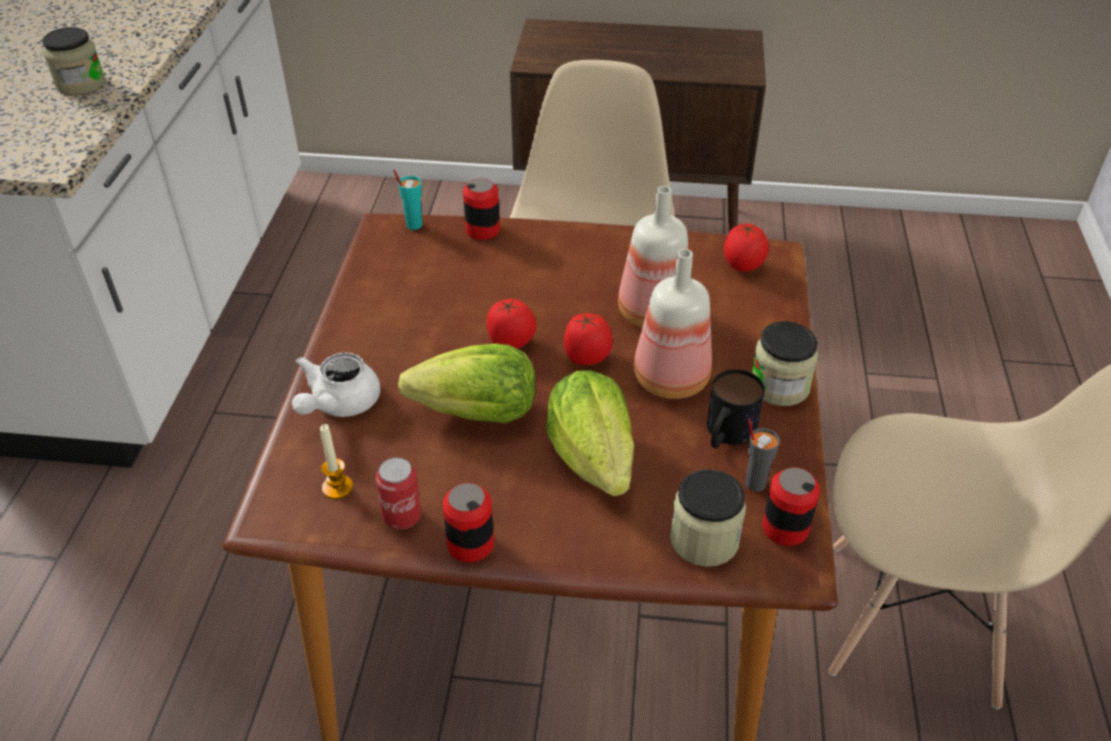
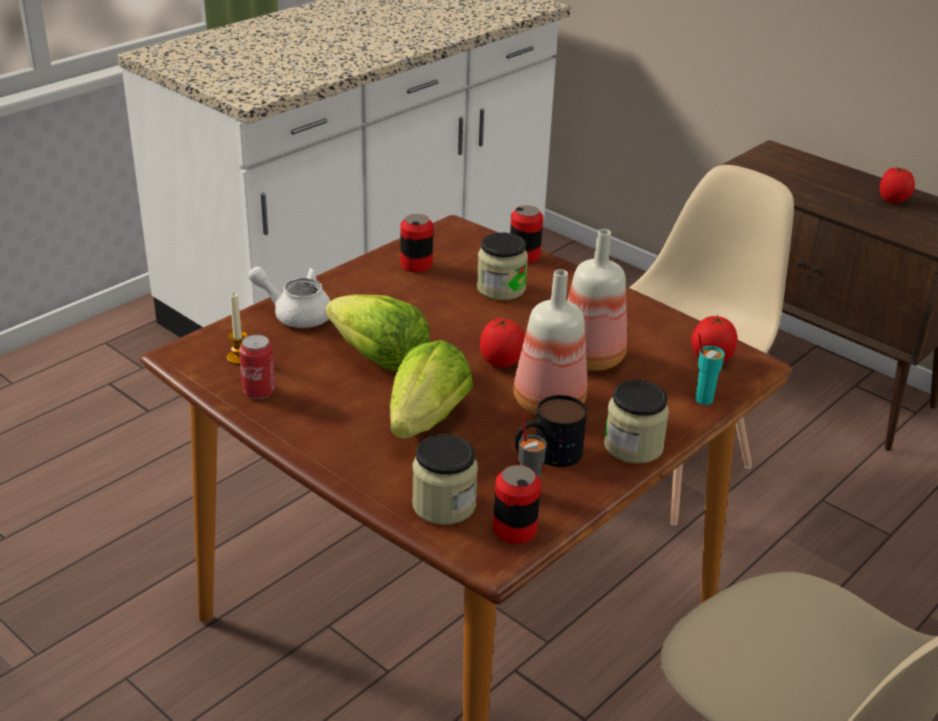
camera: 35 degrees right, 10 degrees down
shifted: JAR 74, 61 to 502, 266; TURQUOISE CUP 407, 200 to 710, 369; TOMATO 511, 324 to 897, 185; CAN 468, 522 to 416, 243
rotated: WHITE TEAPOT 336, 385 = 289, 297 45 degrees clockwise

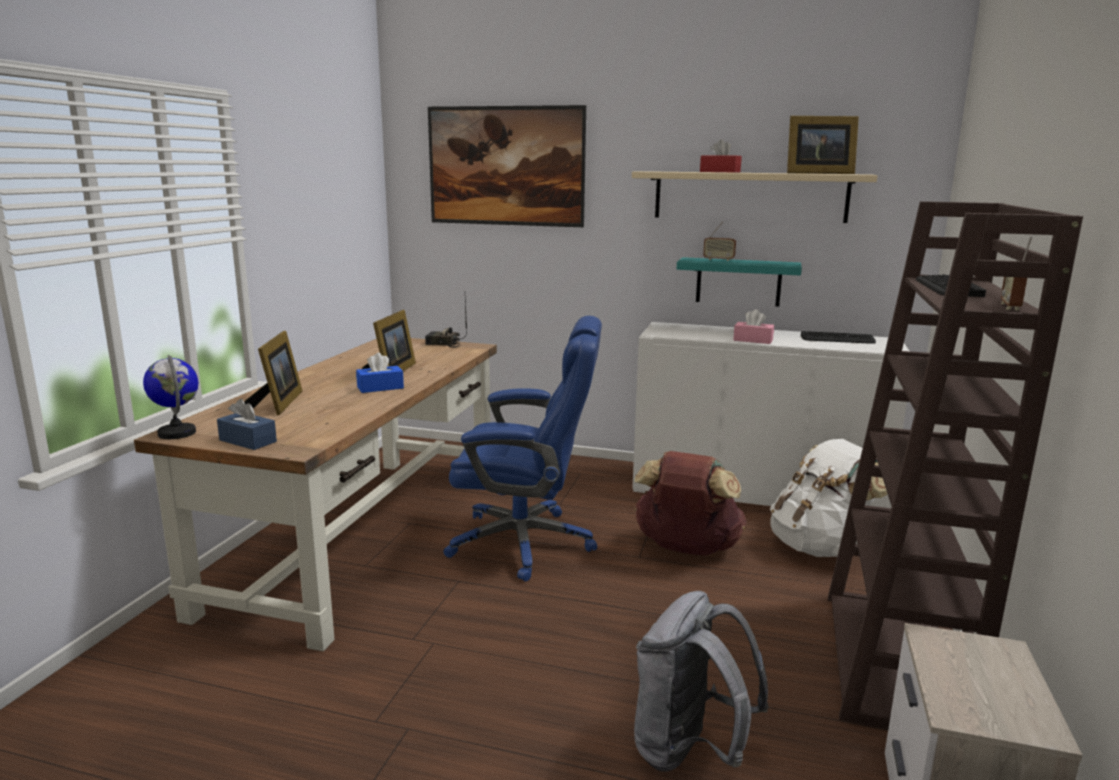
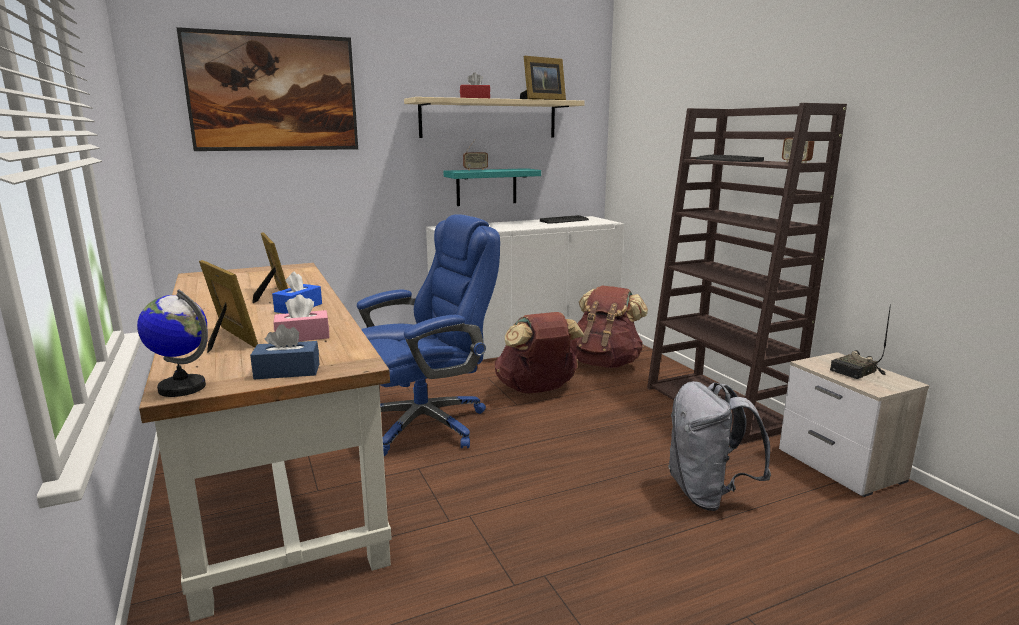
camera: 40 degrees left, 0 degrees up
shifted: RADIO 446, 323 to 860, 341; PINK TISSUE BOX 753, 326 to 302, 318
repainted: WHITE BACKPACK 828, 498 to BROWN BACKPACK 609, 327

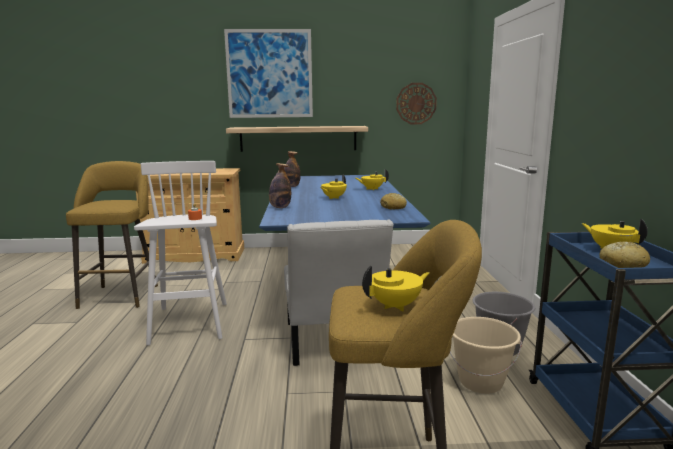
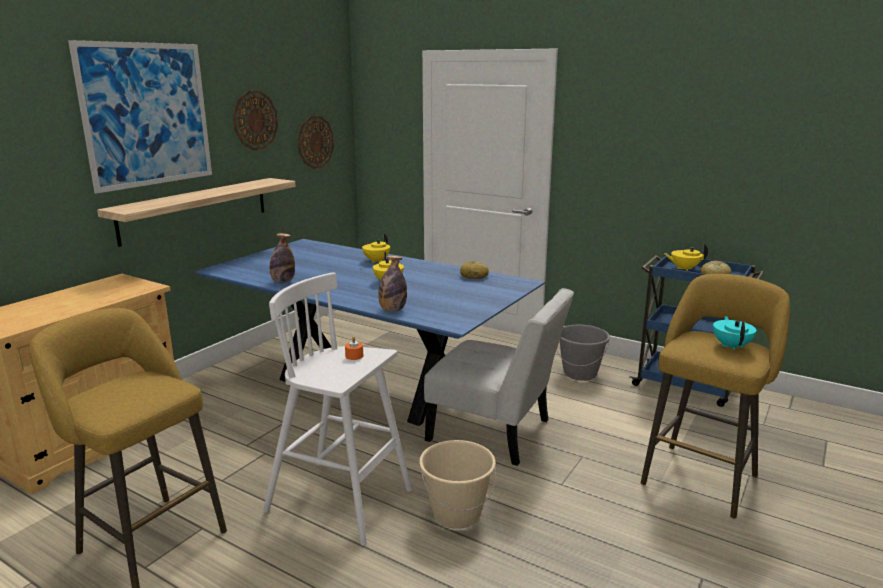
camera: 55 degrees left, 5 degrees up
new: WALL CLOCK 255, 120
shifted: BEIGE BUCKET 486, 355 to 457, 484
repainted: YELLOW TEAPOT 395, 288 to TURQUOISE TEAPOT 734, 333

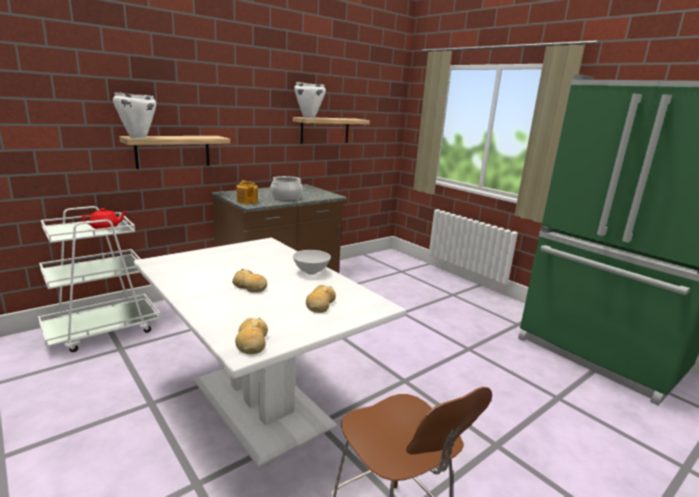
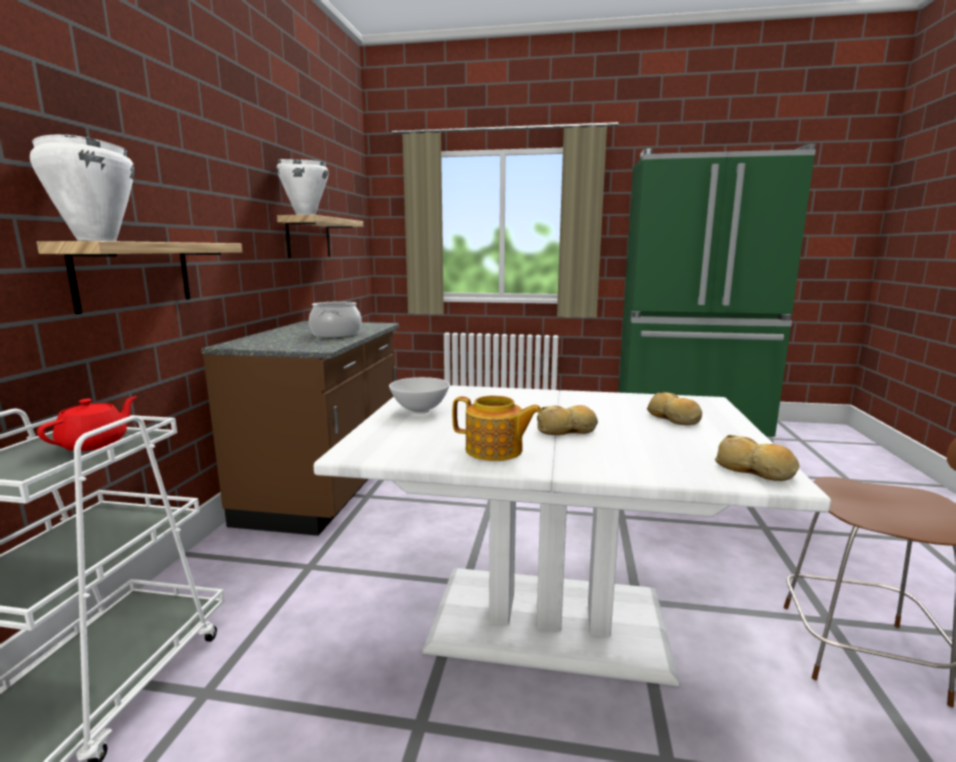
camera: 40 degrees left, 5 degrees down
shifted: TEAPOT 247, 192 to 497, 428; WHITE BOWL 312, 262 to 419, 395

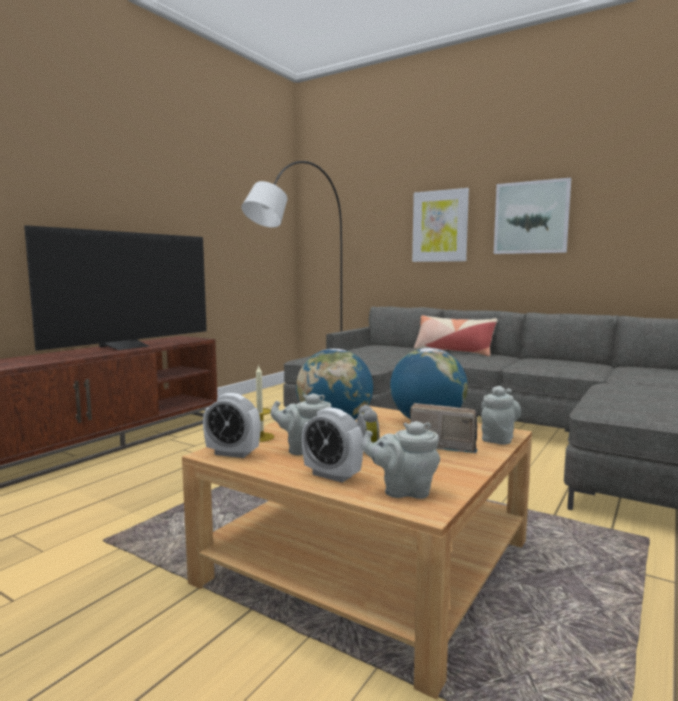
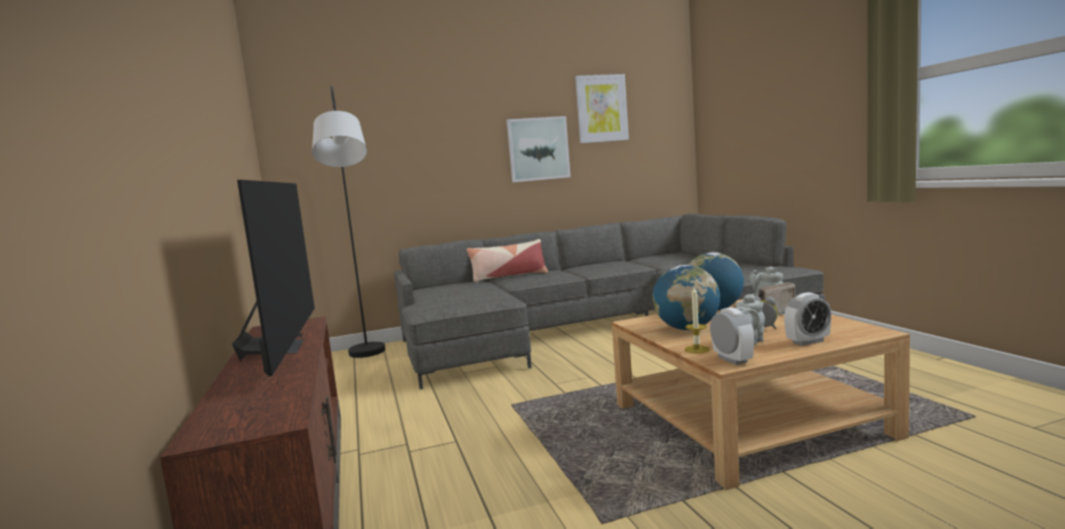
camera: 50 degrees left, 0 degrees up
gone: GREY TEAPOT 400, 460
shifted: PICTURE 440, 225 to 602, 108
rotated: ALARM CLOCK 232, 425 = 732, 336 75 degrees counterclockwise

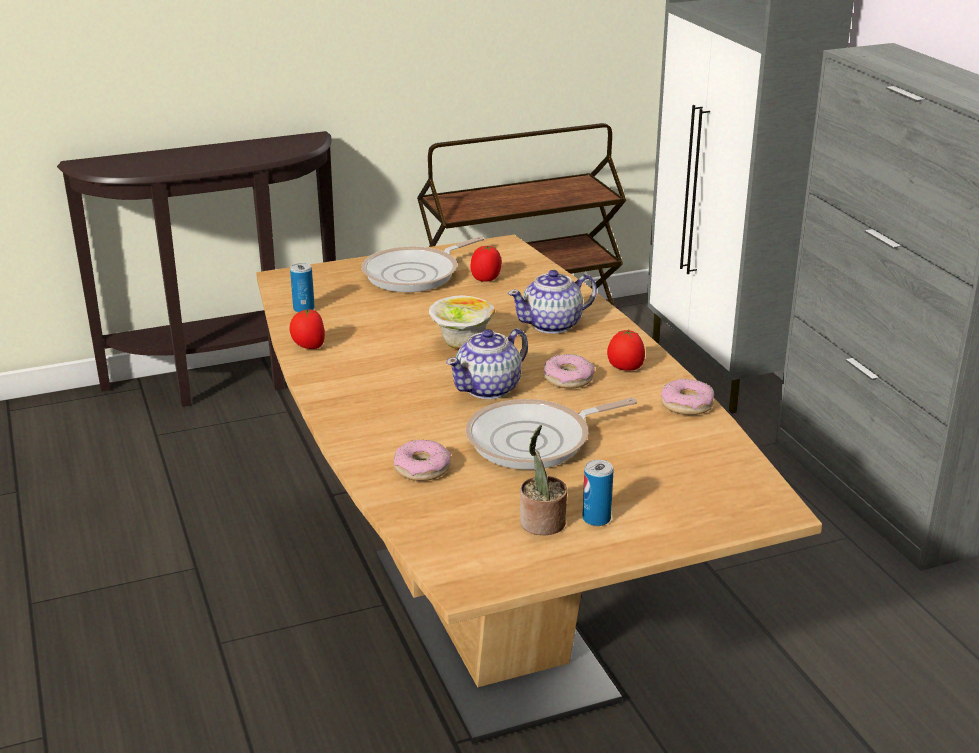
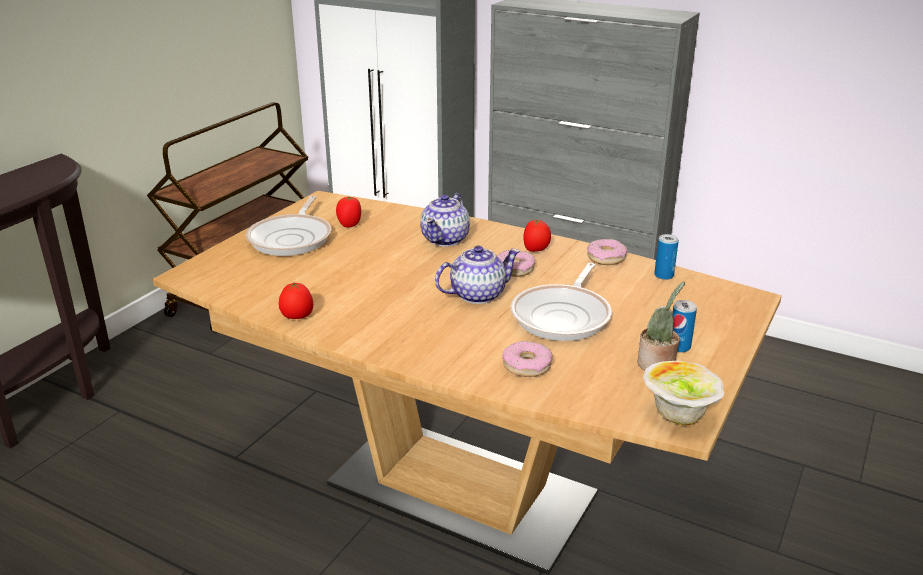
camera: 40 degrees left, 0 degrees up
shifted: CAN 302, 287 to 666, 257; BOWL 462, 322 to 683, 393
rotated: TEAPOT 487, 363 = 477, 274 120 degrees counterclockwise

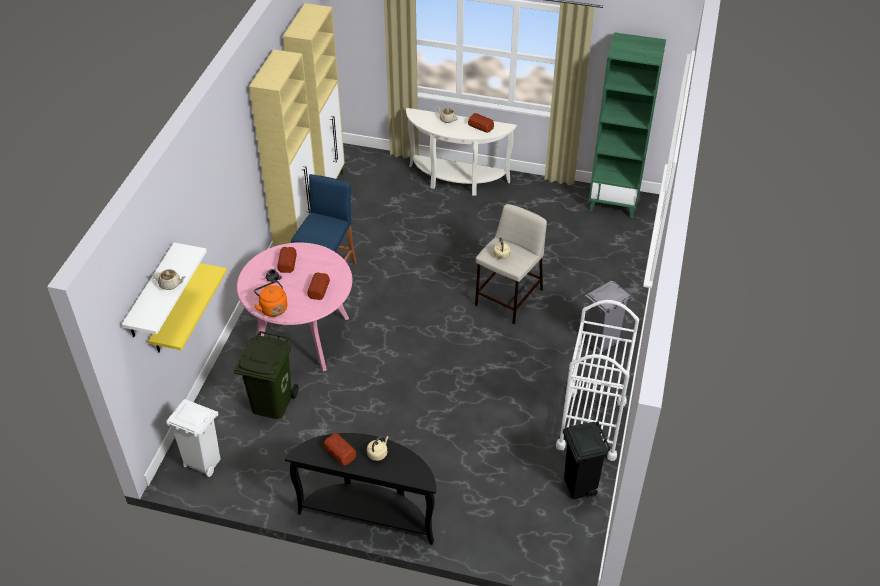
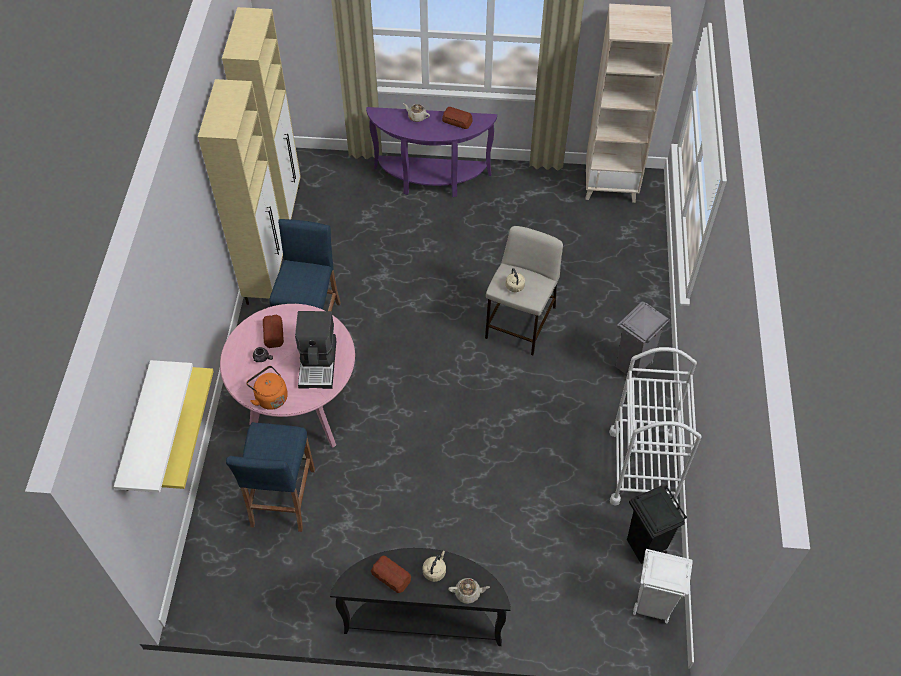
camera: 10 degrees left, 10 degrees up
shifted: BEIGE TEAPOT 169, 279 to 469, 591; WHITE TRASH CAN 193, 438 to 663, 586
swapped: BREAD 318, 286 to COFFEE MACHINE 315, 350; GREEN TRASH CAN 266, 375 to BLUE STOOL 270, 477
repainted: GREEN BOOKCASE 627, 125 to BEIGE BOOKCASE 629, 103; WHITE CONSOLE TABLE 461, 152 to PURPLE CONSOLE TABLE 431, 152

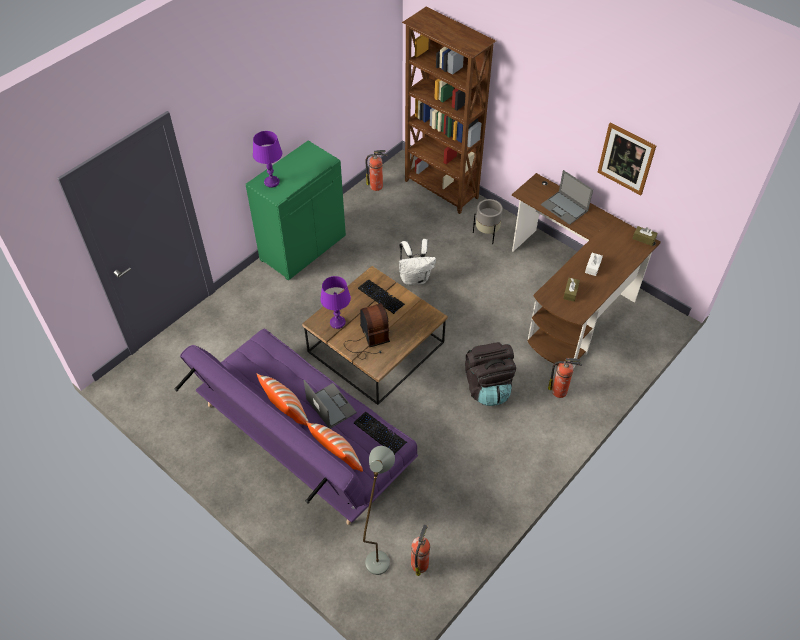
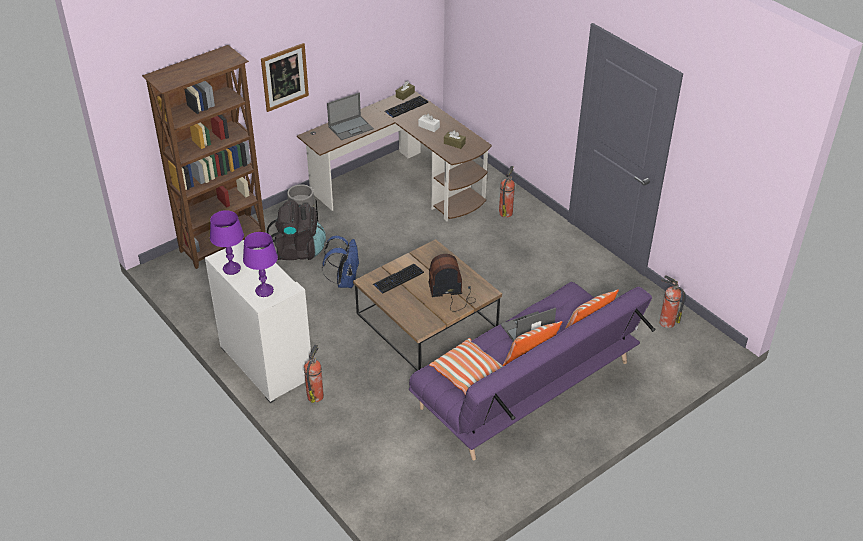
camera: 80 degrees left, 10 degrees down
gone: GREY FLOOR LAMP 379, 510
new: PILLOW 466, 366
shifted: PICTURE 627, 159 to 285, 77; FIRE EXTINGUISHER 376, 170 to 314, 373; PURPLE TABLE LAMP 335, 302 to 227, 242; BLACK BACKPACK 490, 374 to 296, 230; KEYBOARD 380, 433 to 406, 107
repainted: GREEN CABINET 295, 211 to WHITE CABINET 258, 321; WHITE BACKPACK 417, 262 to BLUE BACKPACK 341, 262

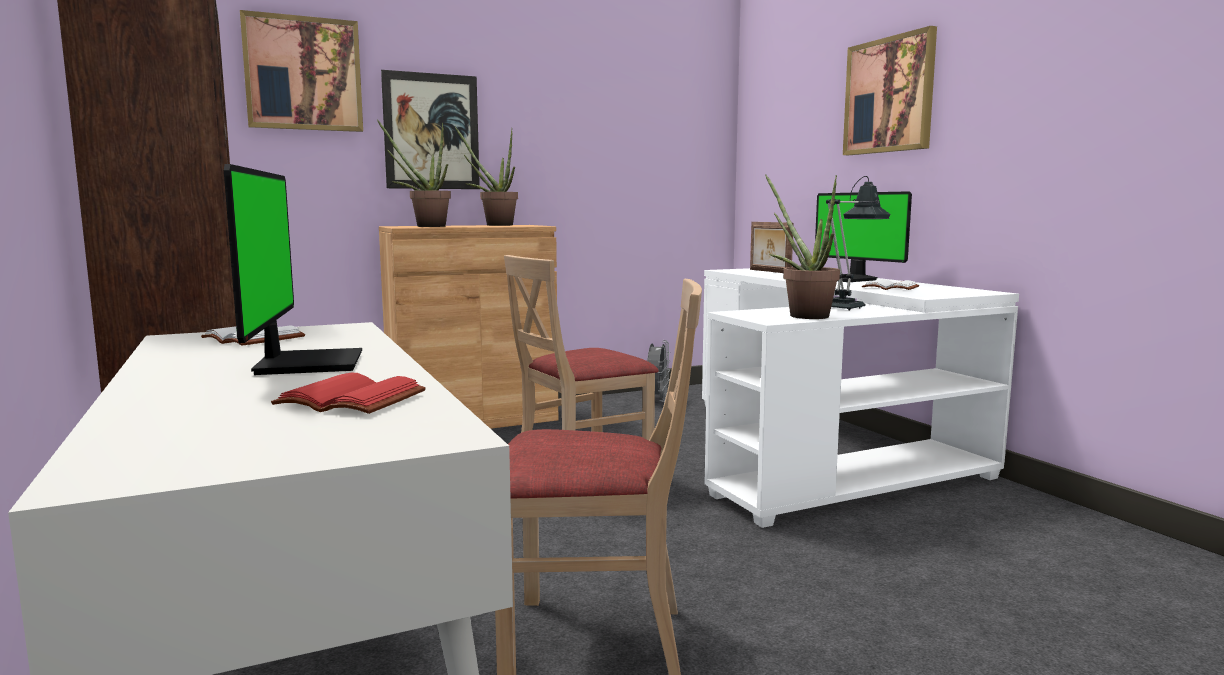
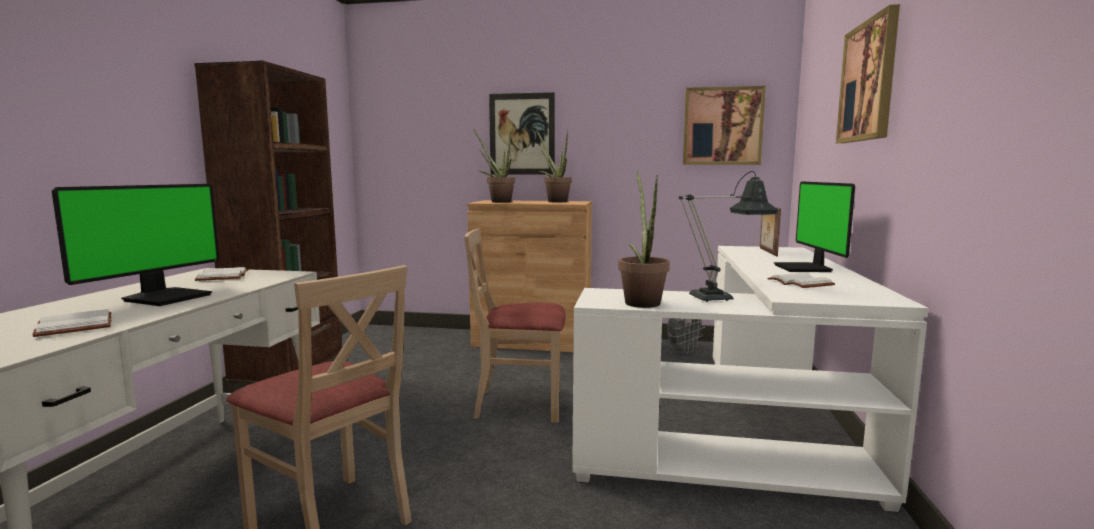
camera: 35 degrees right, 0 degrees up
shifted: PICTURE 301, 71 to 724, 125
repainted: RED BOOK 348, 393 to WHITE BOOK 72, 323

